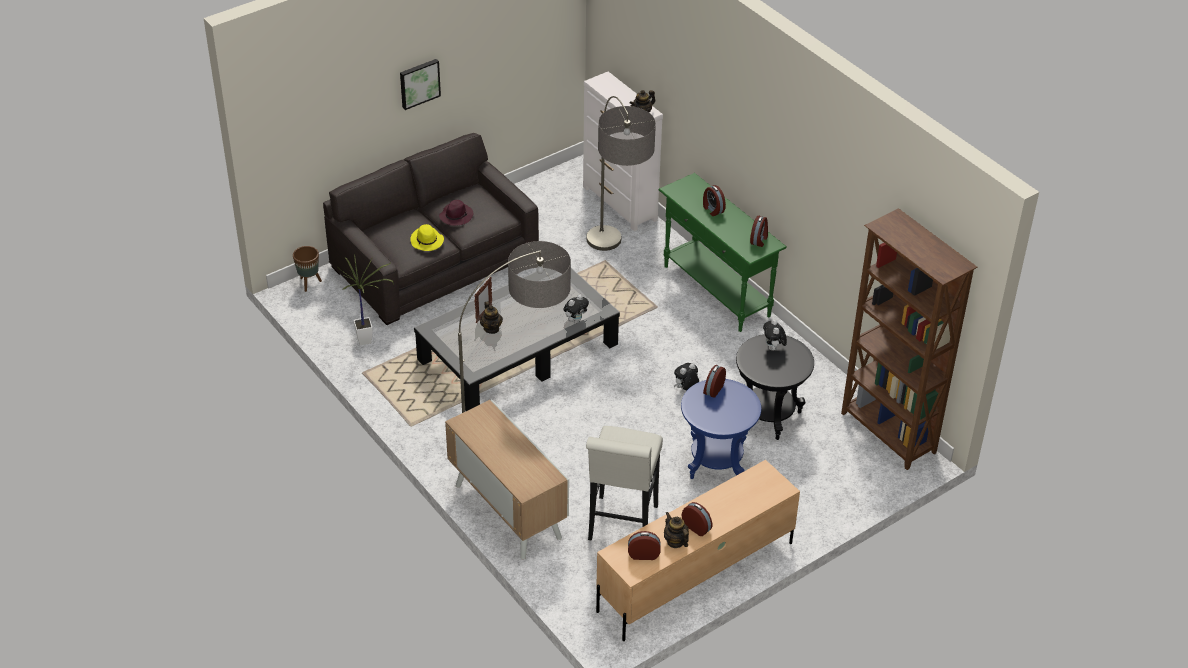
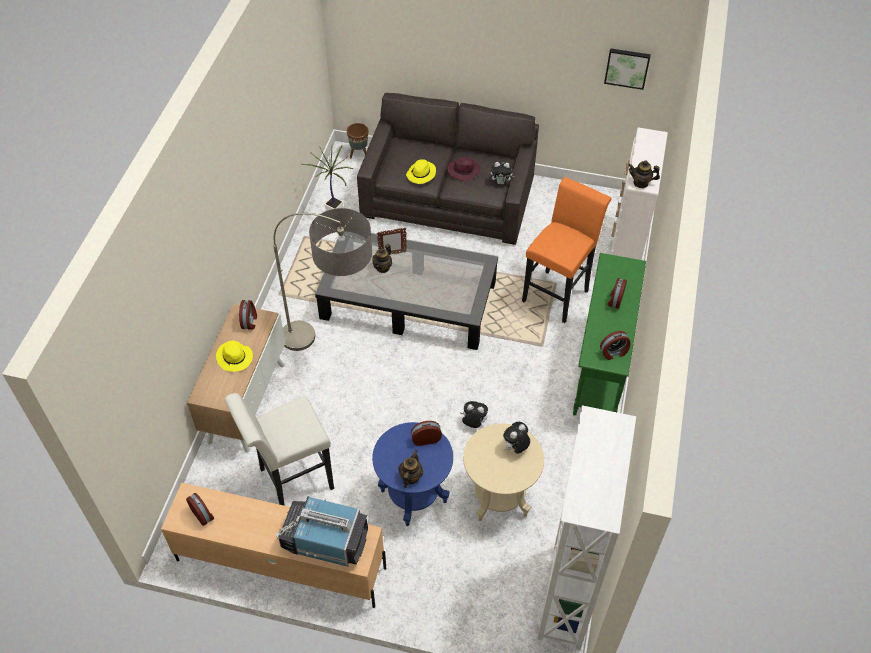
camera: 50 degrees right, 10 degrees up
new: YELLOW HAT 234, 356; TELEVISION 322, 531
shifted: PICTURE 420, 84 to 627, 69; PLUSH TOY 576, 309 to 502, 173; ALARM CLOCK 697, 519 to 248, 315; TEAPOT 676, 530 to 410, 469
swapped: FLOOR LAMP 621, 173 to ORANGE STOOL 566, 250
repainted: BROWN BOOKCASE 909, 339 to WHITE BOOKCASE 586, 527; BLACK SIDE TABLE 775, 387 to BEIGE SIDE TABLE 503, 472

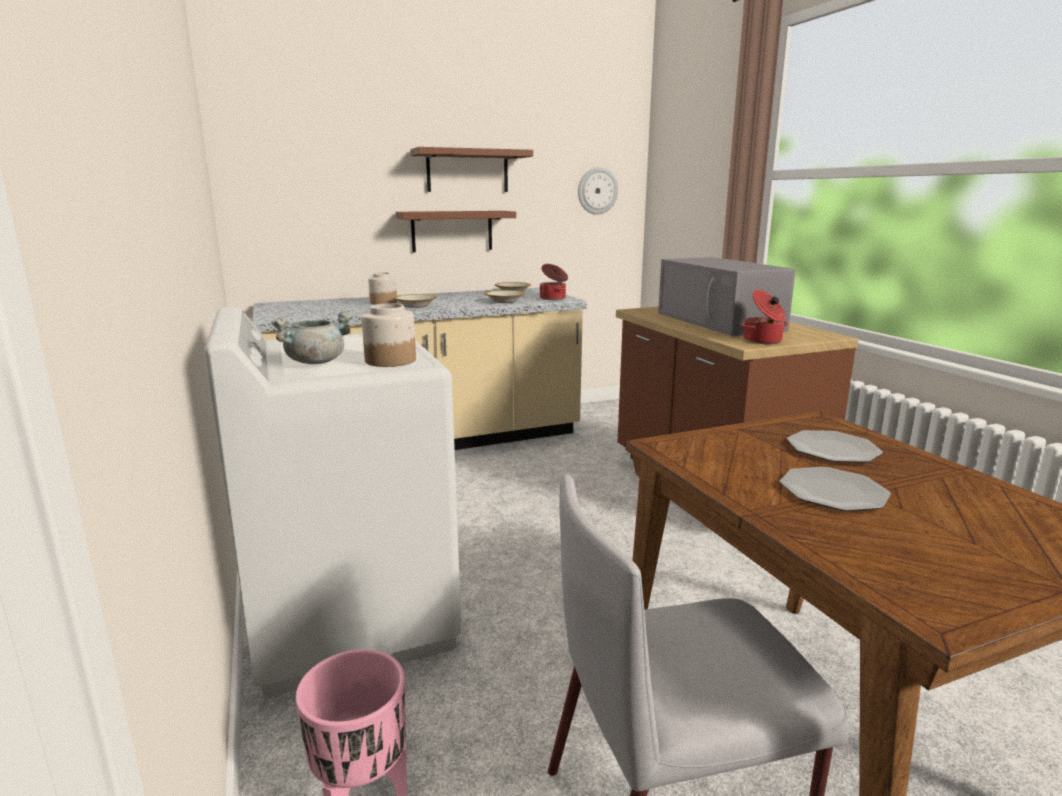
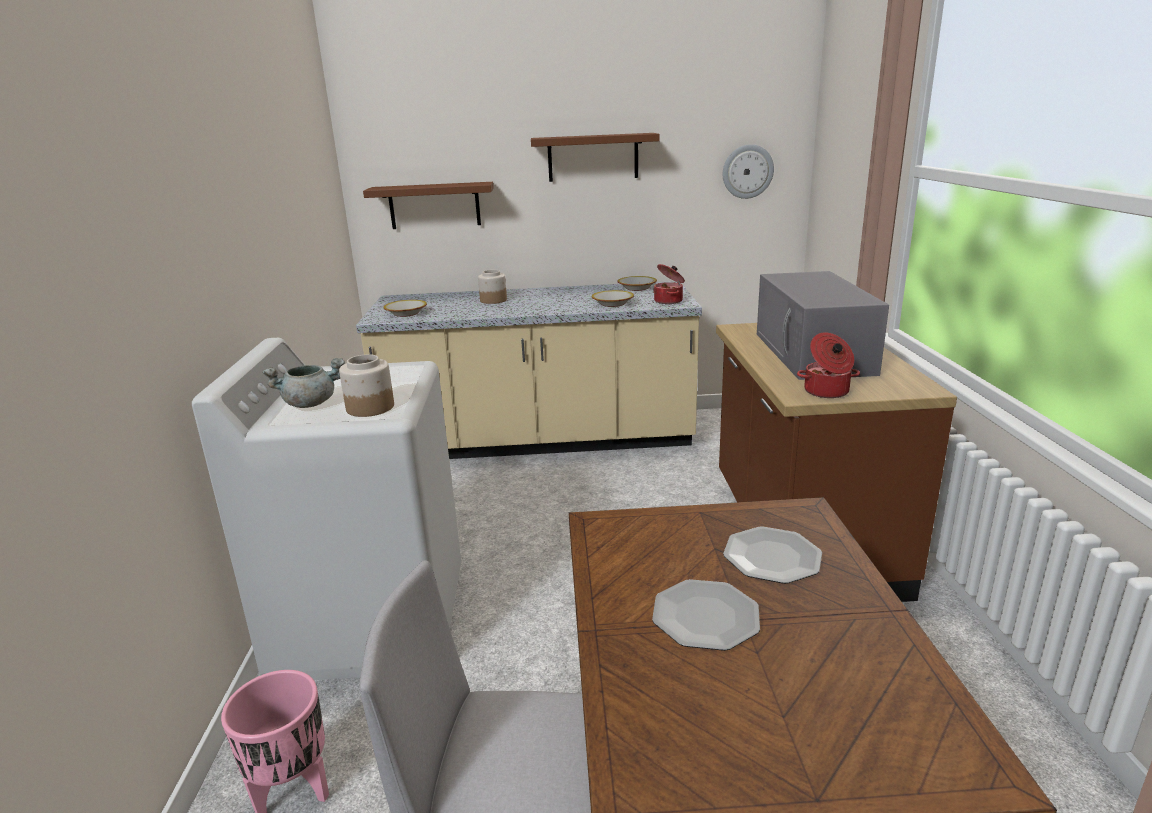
camera: 20 degrees right, 5 degrees up
shifted: BROWN SHELF 455, 231 to 428, 205; BOWL 415, 301 to 405, 308

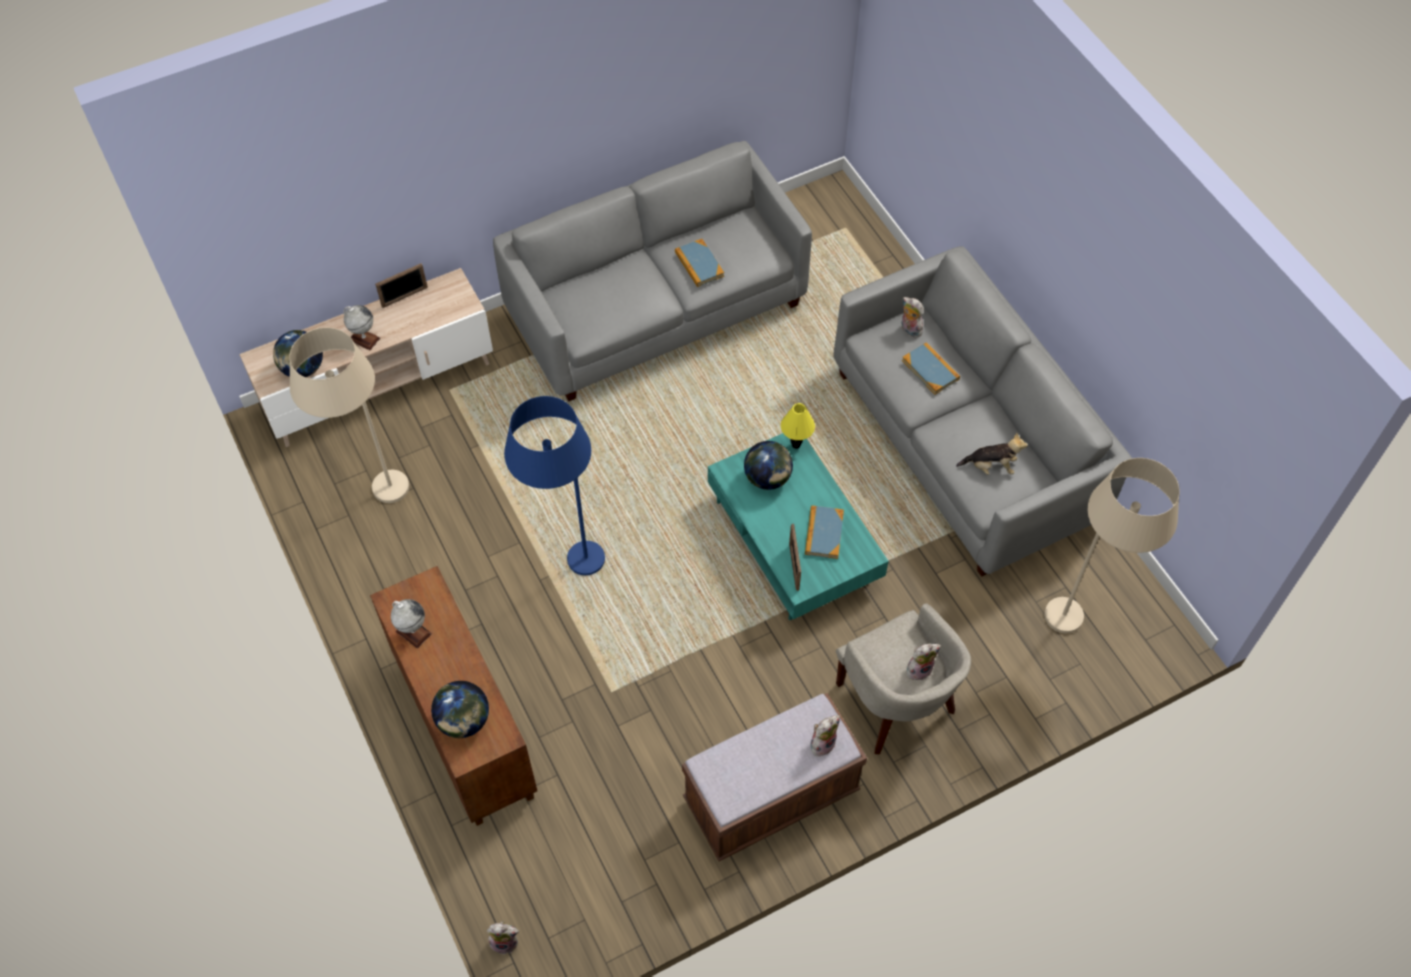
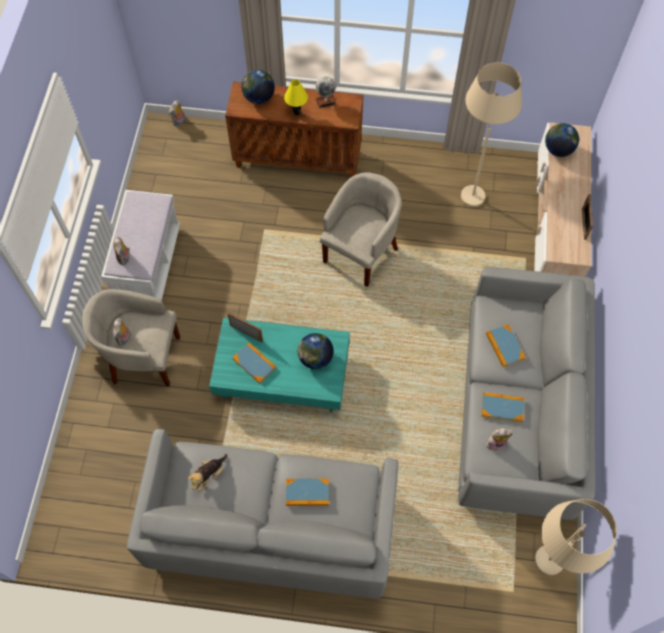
camera: 125 degrees right, 5 degrees up
gone: GLOBE 361, 327
new: BOOK 506, 345
shifted: PLUSH TOY 912, 317 to 500, 439; YELLOW TABLE LAMP 798, 426 to 296, 97; BEIGE FLOOR LAMP 1112, 545 to 576, 537
swapped: BLUE FLOOR LAMP 554, 485 to BEIGE ARMCHAIR 361, 229
repainted: BROWN BENCH 774, 777 to WHITE BENCH 140, 245

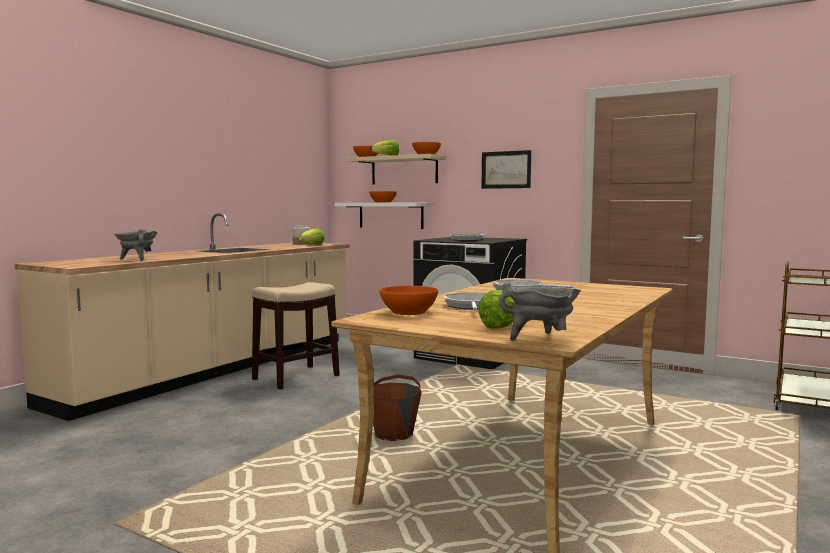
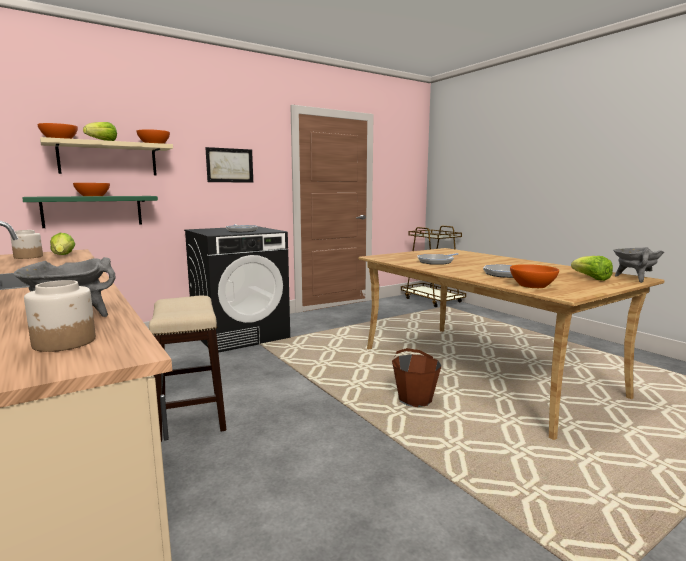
camera: 65 degrees left, 5 degrees up
new: JAR 60, 316
repainted: WHITE SHELF 383, 216 to GREEN SHELF 90, 212

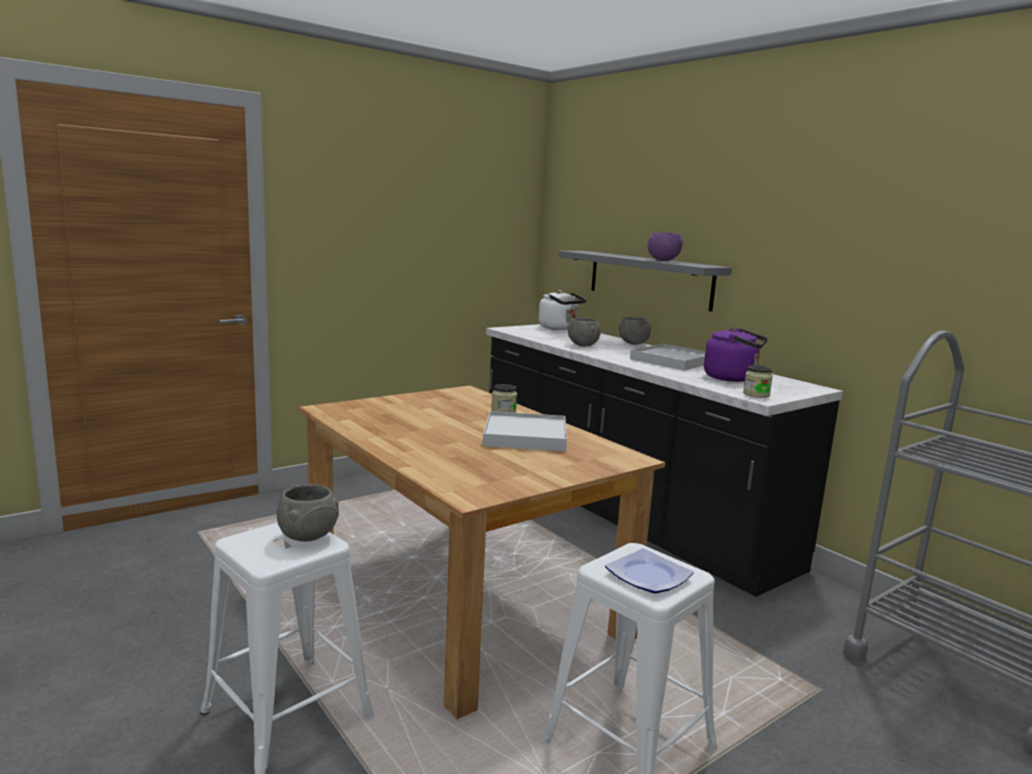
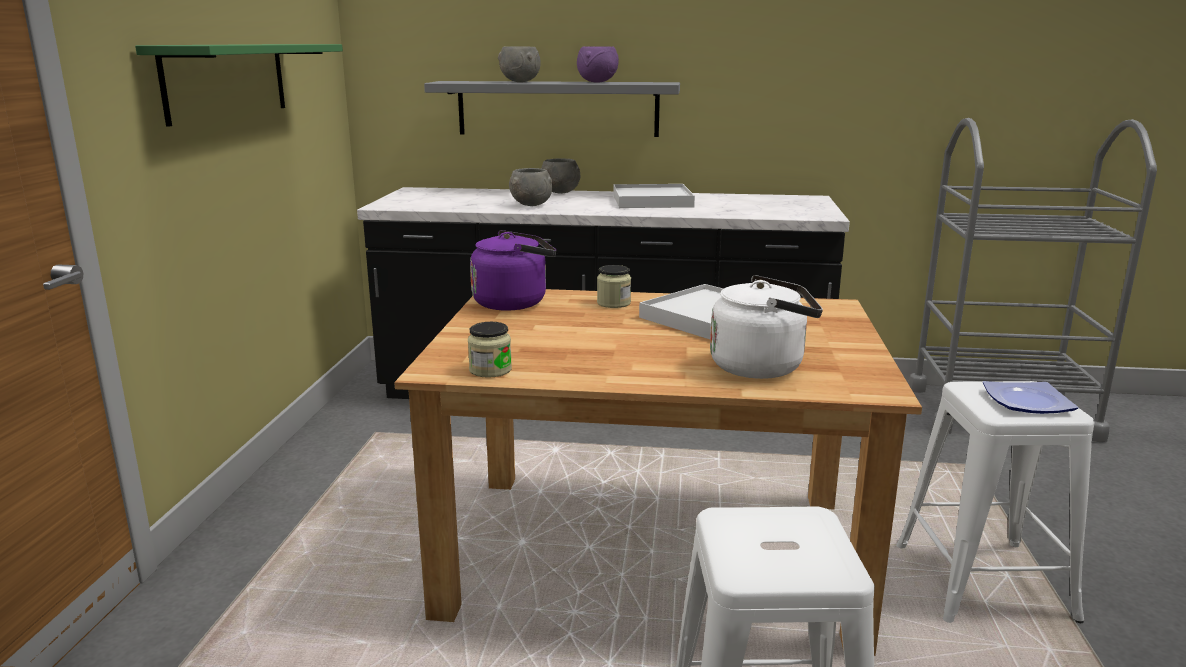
camera: 45 degrees left, 5 degrees up
new: GREEN SHELF 239, 85
shifted: WHITE KETTLE 562, 310 to 766, 327; PURPLE KETTLE 736, 355 to 513, 270; JAR 758, 381 to 490, 350; GREY BOWL 308, 513 to 519, 64

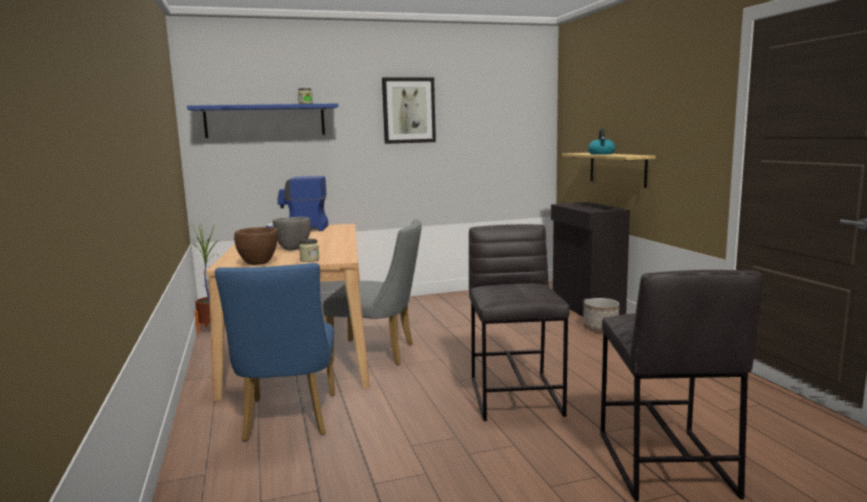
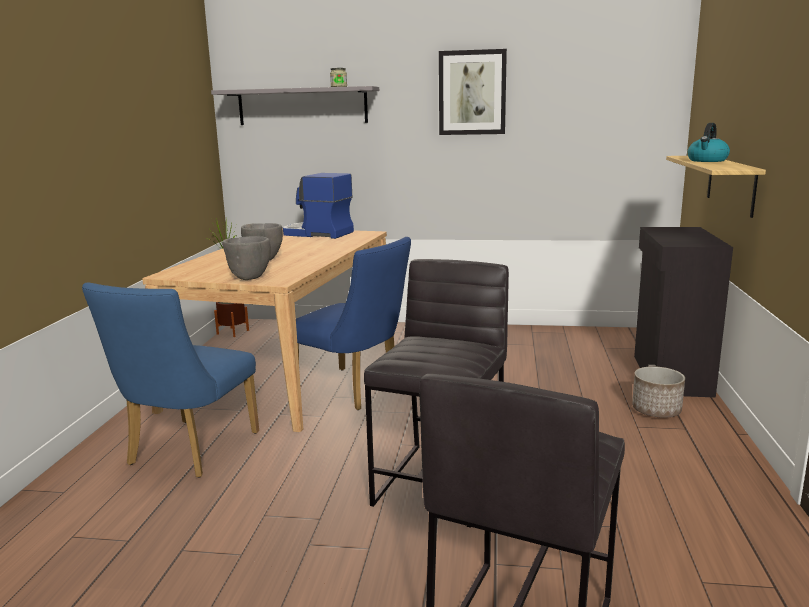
camera: 25 degrees right, 5 degrees up
gone: BROWN BOWL 256, 246
swapped: JAR 309, 250 to GREY BOWL 246, 258
repainted: BLUE SHELF 263, 120 to GREY SHELF 295, 105; GREY CHAIR 372, 292 to BLUE CHAIR 353, 323

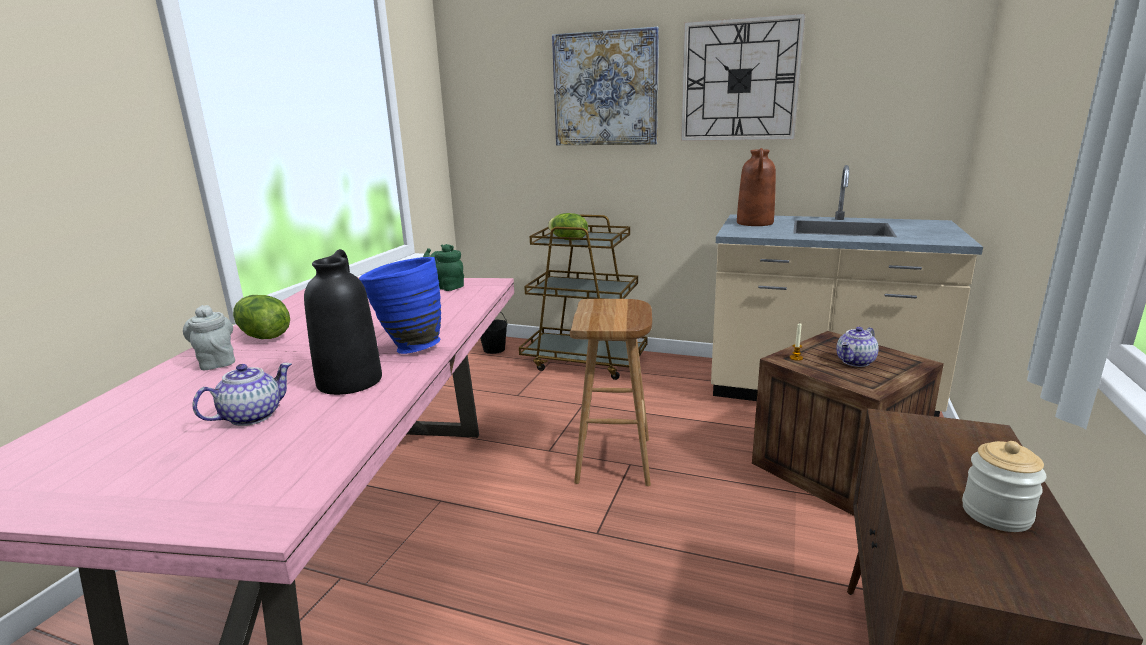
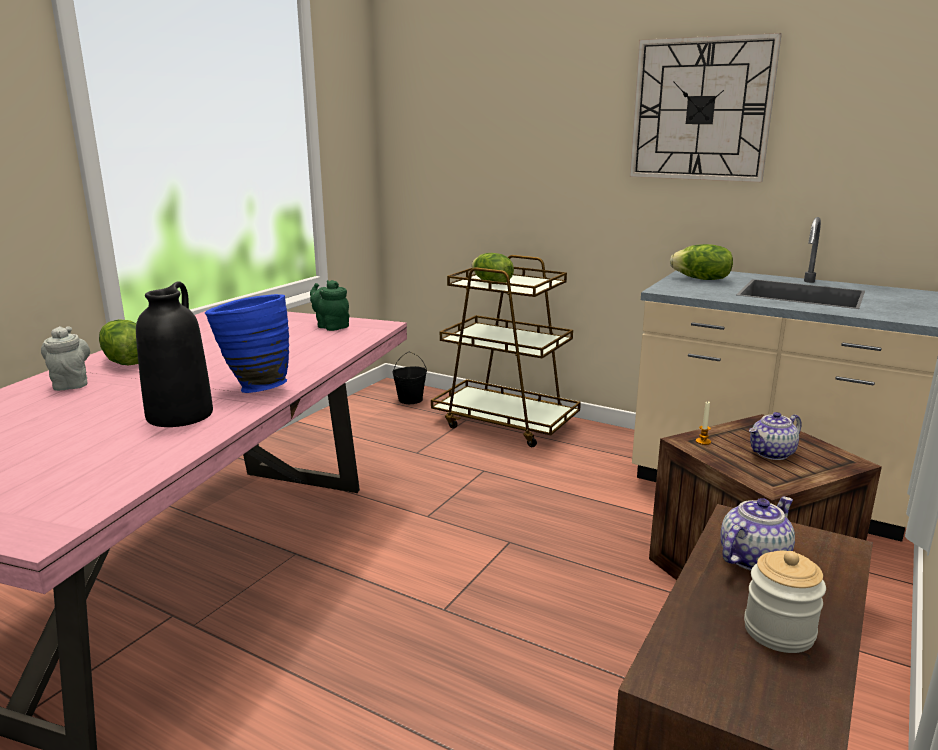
camera: 10 degrees right, 0 degrees up
gone: PICTURE 605, 86; BROWN STOOL 611, 392
shifted: TEAPOT 242, 394 to 757, 534
swapped: BROWN VASE 756, 187 to LETTUCE 701, 262

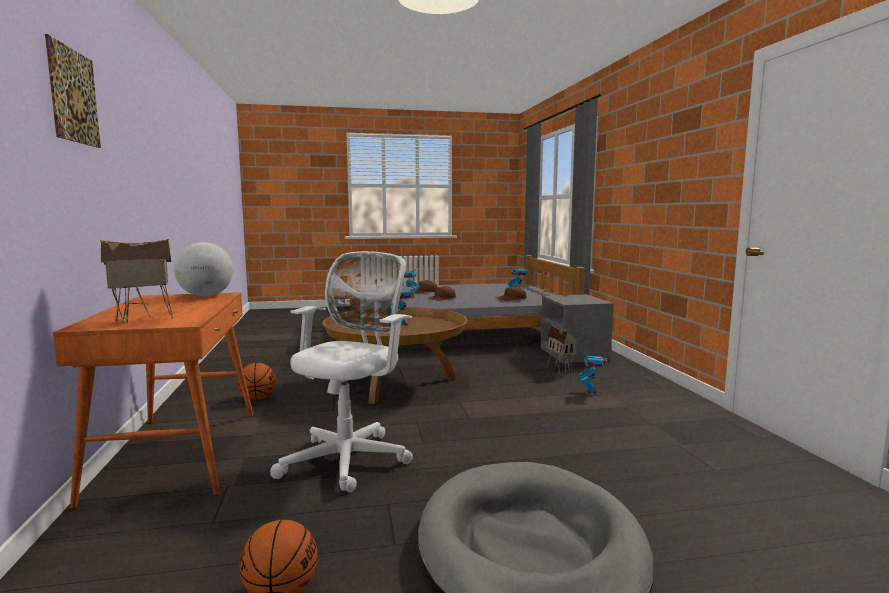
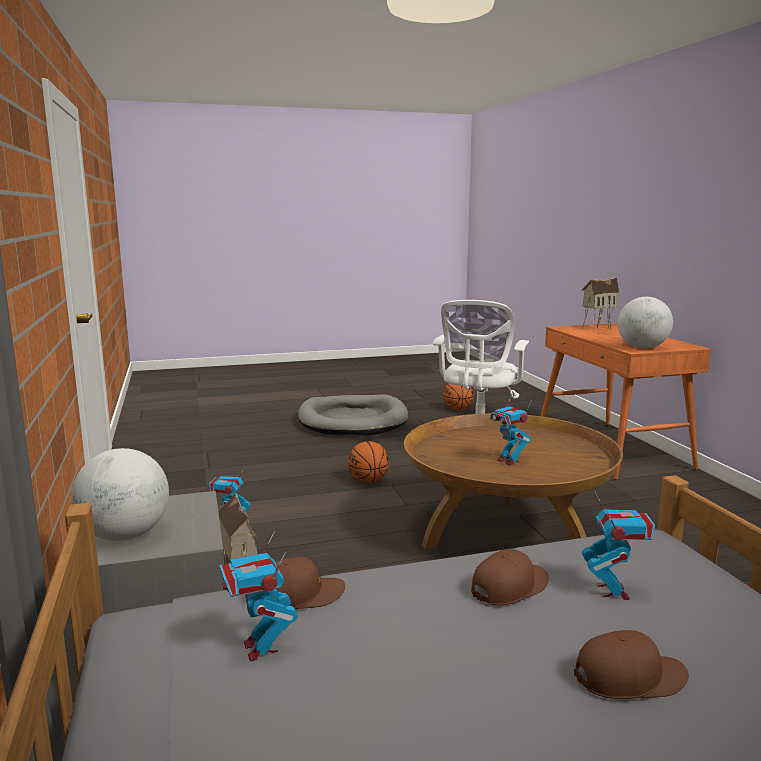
camera: 175 degrees right, 5 degrees up
gone: PICTURE 73, 91
new: GLOBE 120, 494
shifted: BASKETBALL 256, 381 to 368, 462

